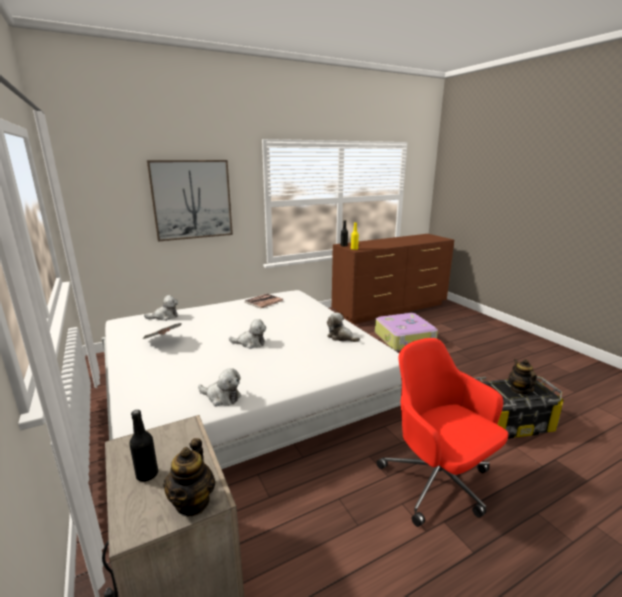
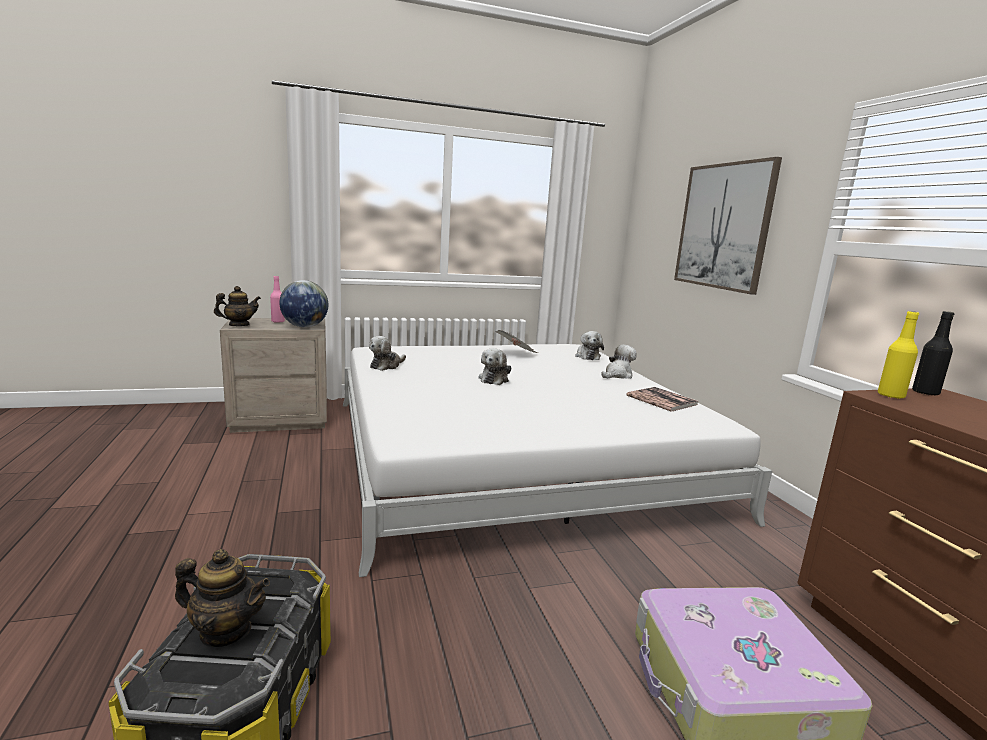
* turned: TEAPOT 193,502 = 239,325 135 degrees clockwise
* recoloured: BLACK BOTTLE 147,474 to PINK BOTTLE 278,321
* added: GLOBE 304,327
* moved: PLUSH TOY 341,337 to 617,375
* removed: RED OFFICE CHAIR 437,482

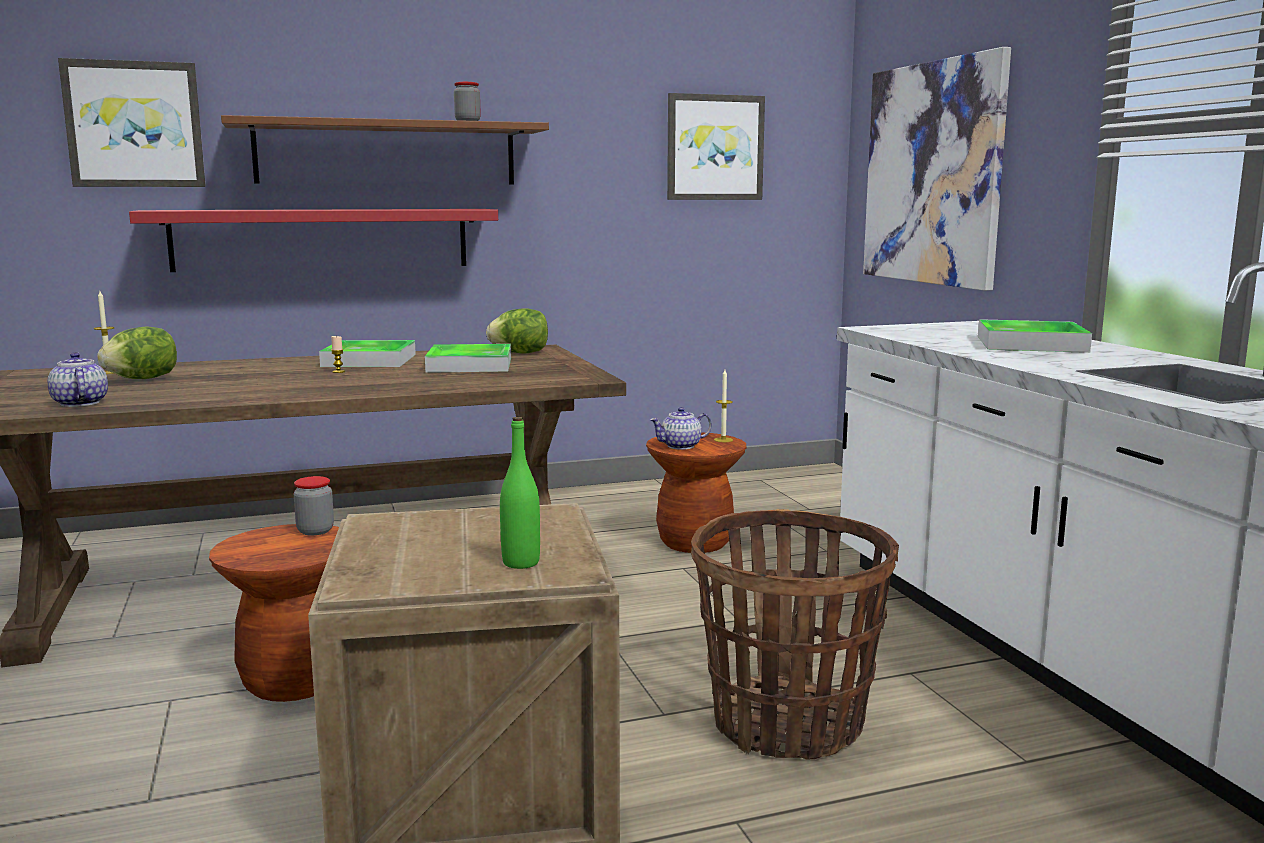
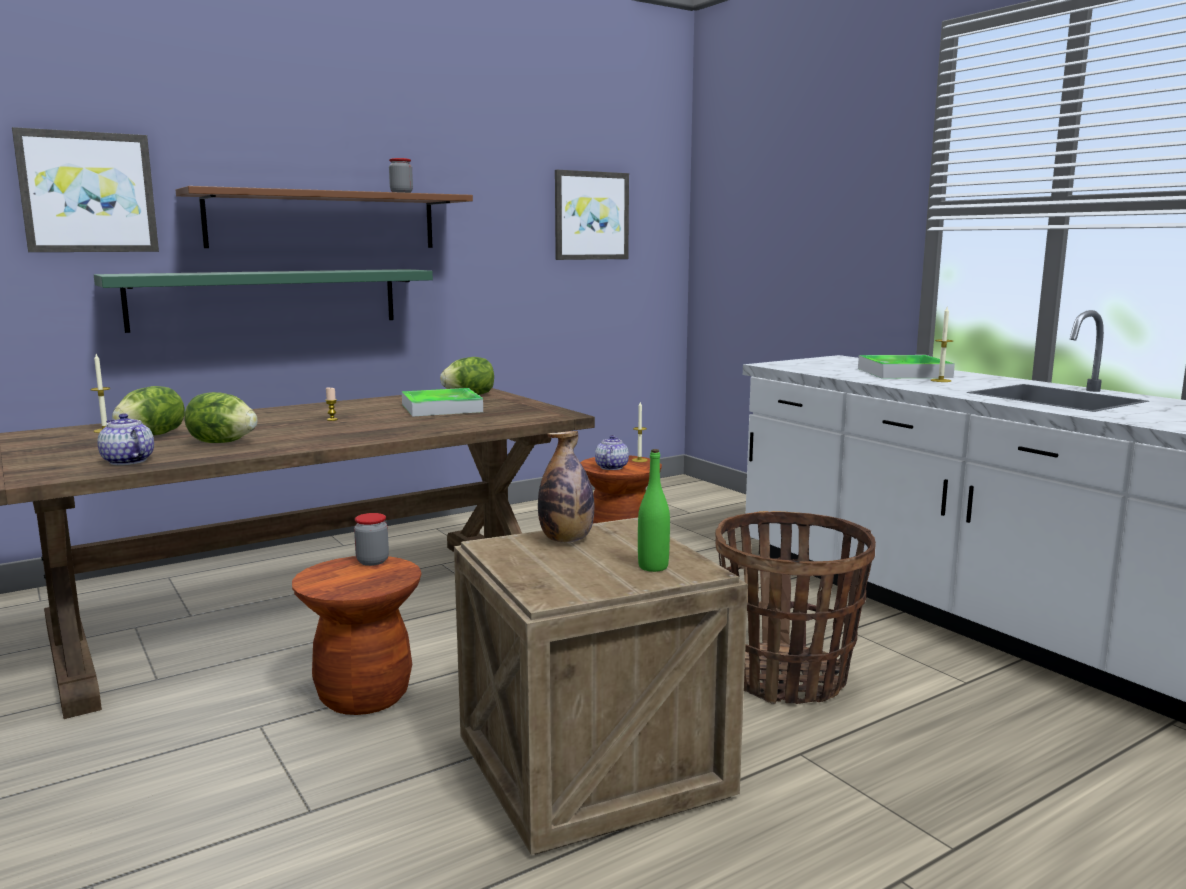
* recoloured: RED SHELF 322,239 to GREEN SHELF 267,298
* added: LETTUCE 222,443
* added: BOTTLE 566,540
* turned: TEAPOT 681,446 = 611,467 135 degrees clockwise
* added: CANDLE 940,380
* removed: TRAY 369,360
* removed: PICTURE 932,173

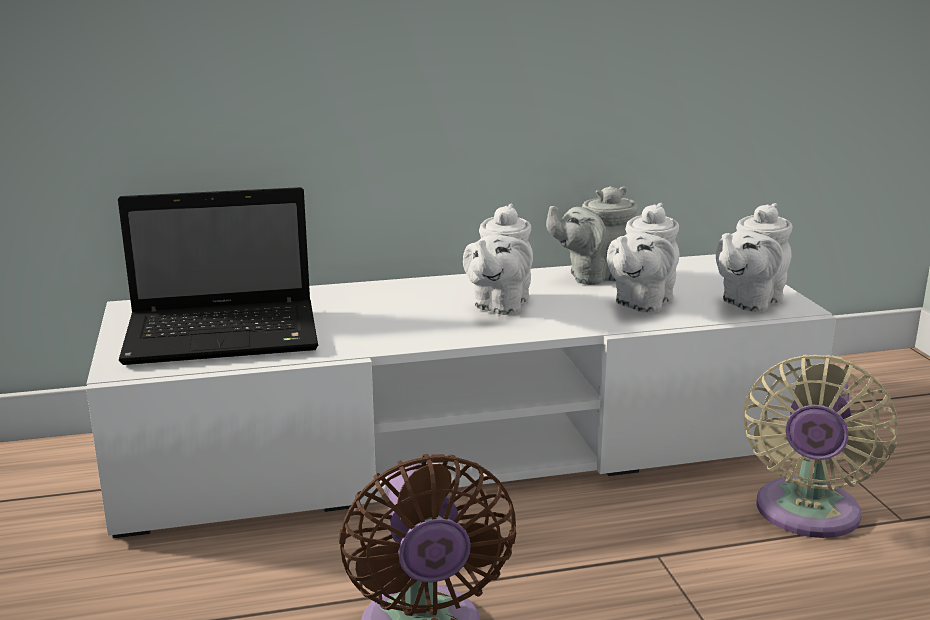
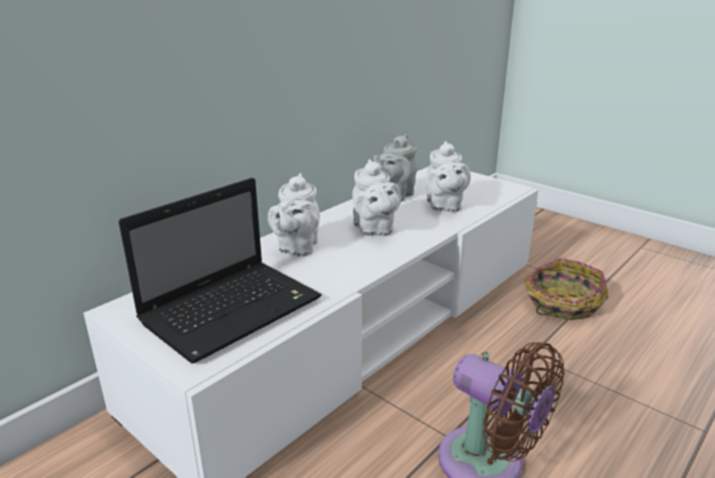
* moved: WHITE TEAPOT 748,302 to 297,248
* replaced: BEIGE FAN 806,515 to BASKET 562,303

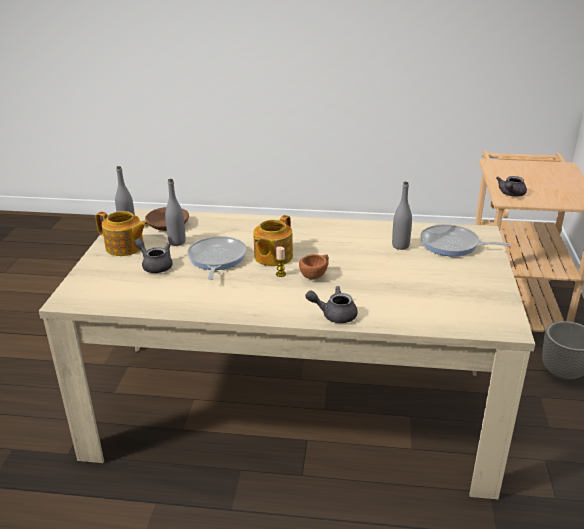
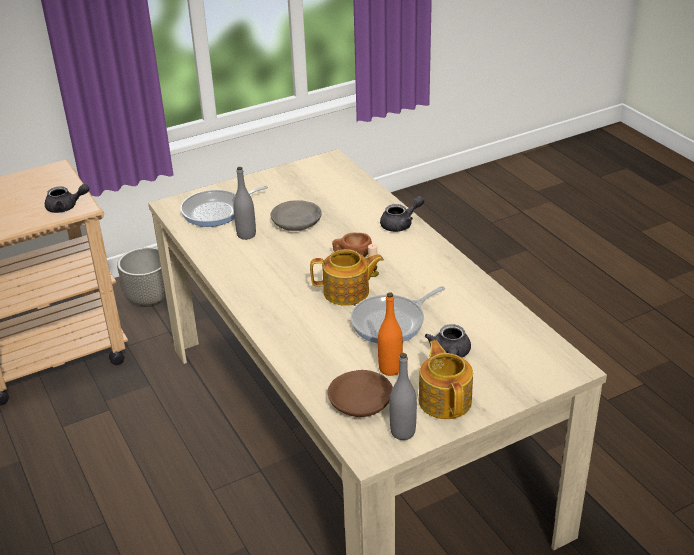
* turned: FRYING PAN 453,245 = 216,211 75 degrees clockwise
* added: GREY BOWL 297,223
* recoloured: GREY BOTTLE 177,242 to ORANGE BOTTLE 390,369
* turned: GREY TEAPOT 334,314 = 401,224 90 degrees counterclockwise

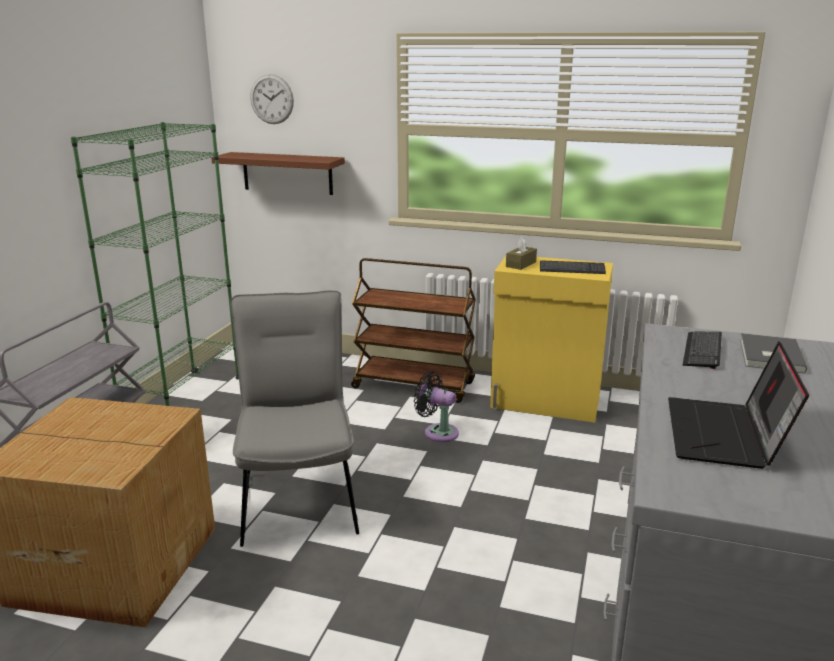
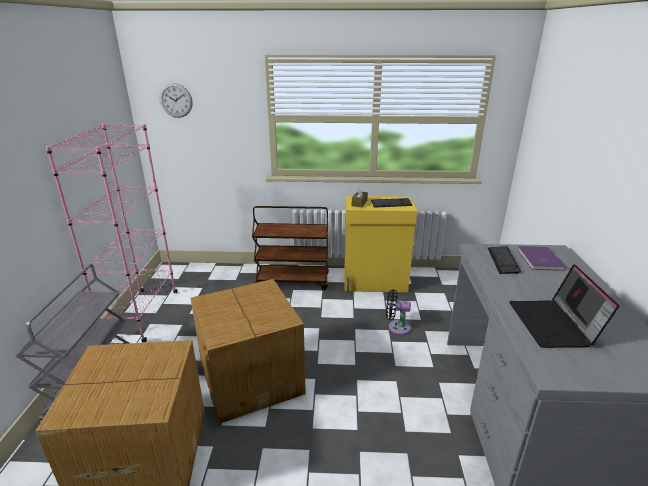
* recoloured: GREEN BOOKCASE 183,401 to PINK BOOKCASE 142,315
* replaced: GREY CHAIR 299,497 to CARDBOARD BOX 252,377
* moved: BLACK FAN 437,432 to 396,327
* recoloured: GREY BOOK 769,356 to PURPLE BOOK 539,260
* removed: BROWN SHELF 287,173

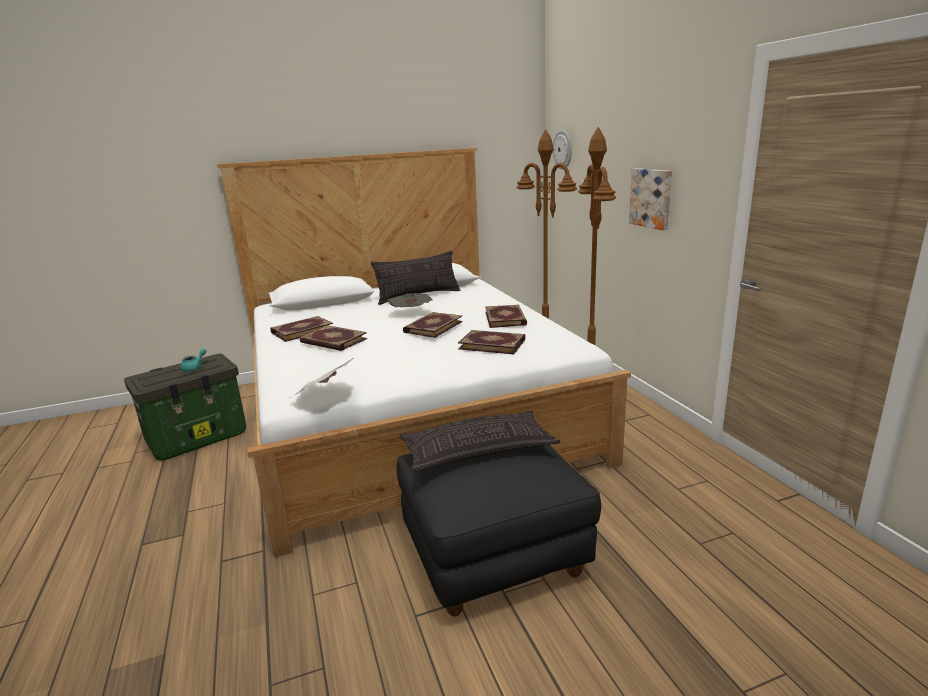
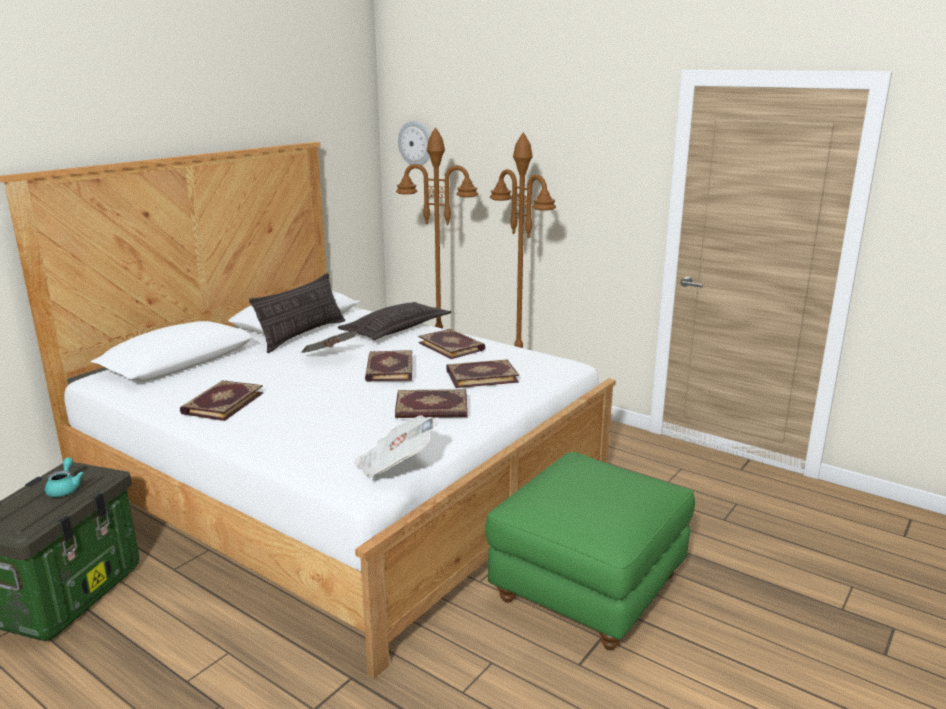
* moved: PILLOW 478,450 to 396,329
* moved: BOOK 333,341 to 431,408
* recoloured: BLACK OTTOMAN 494,555 to GREEN OTTOMAN 587,588
* removed: PICTURE 652,198

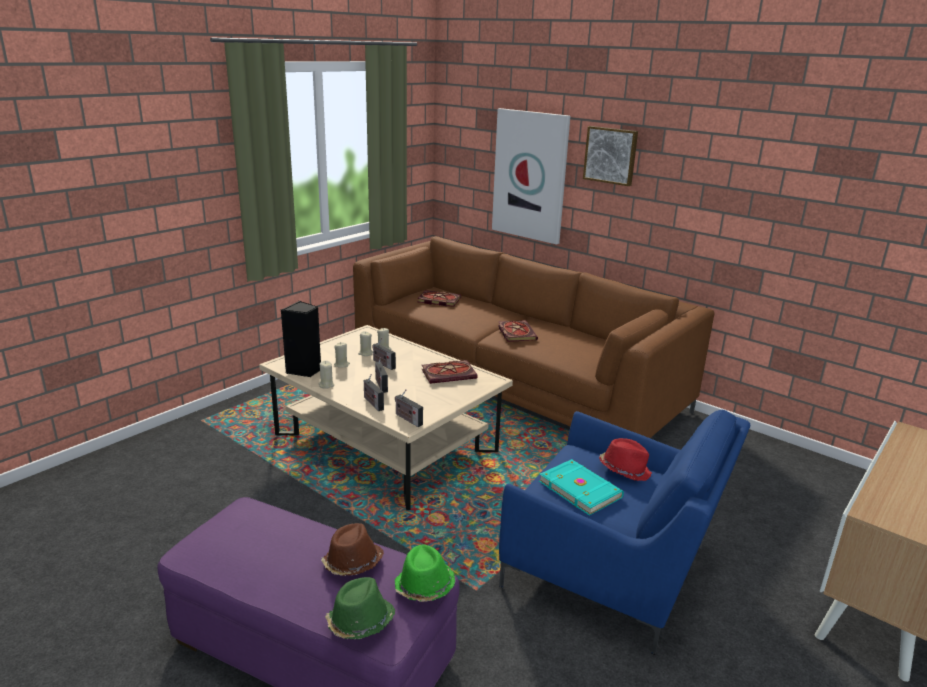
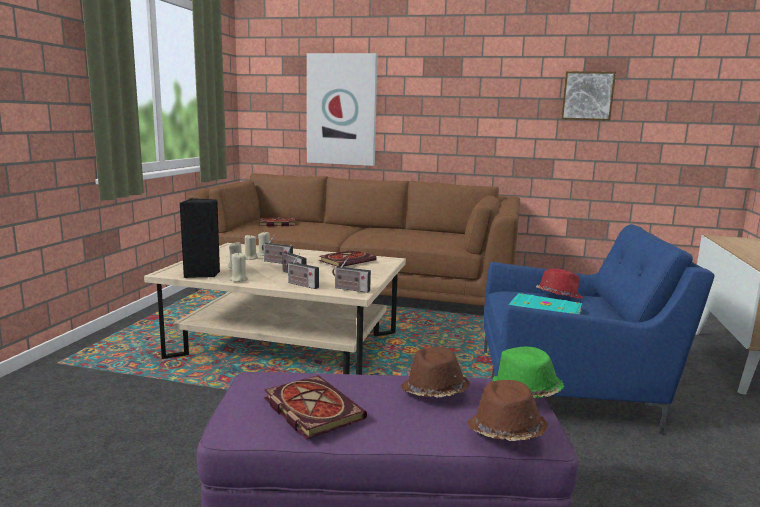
* moved: BOOK 515,332 to 310,408
* recoloured: GREEN HAT 359,622 to BROWN HAT 505,432
* moved: PICTURE 611,155 to 587,96

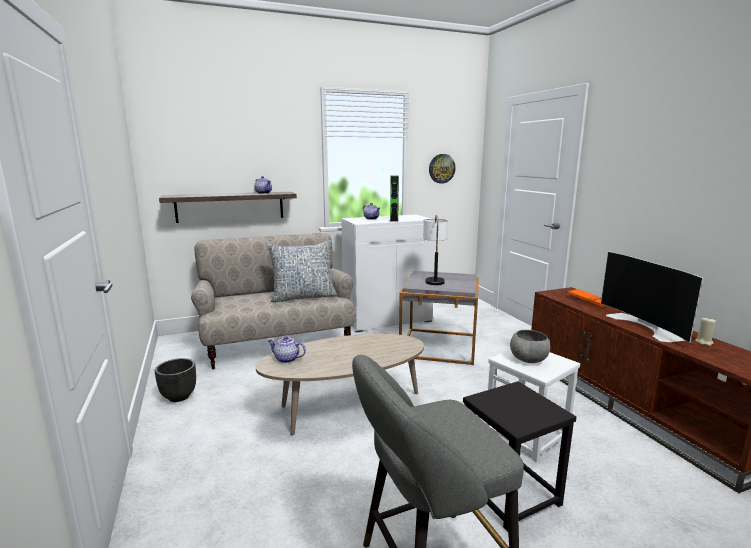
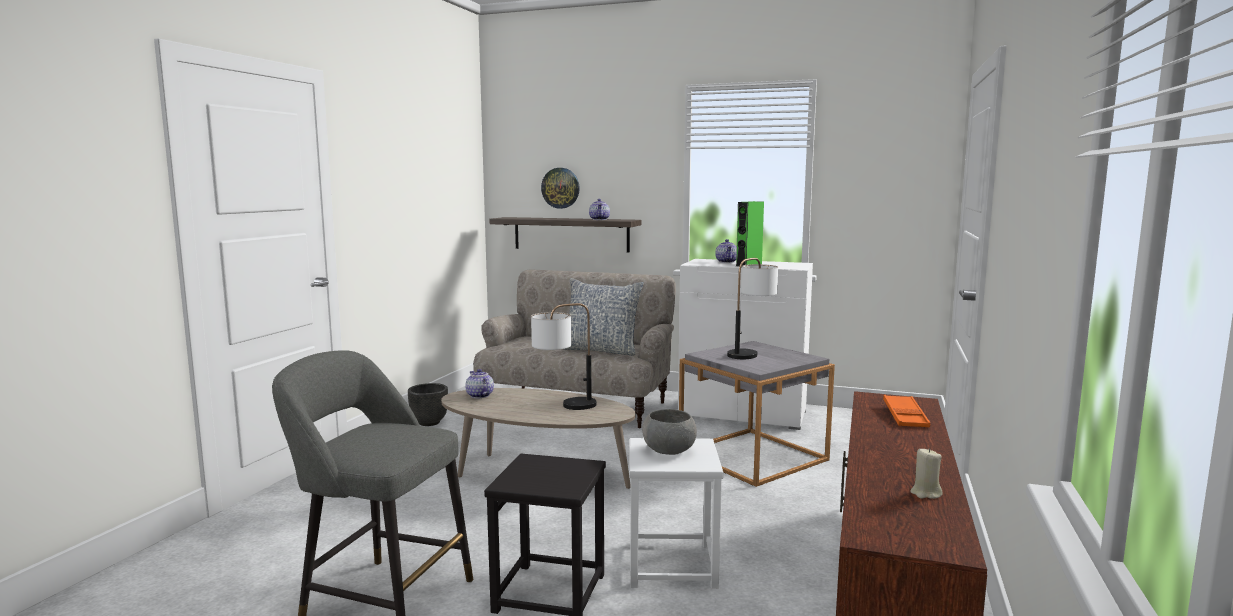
* added: TABLE LAMP 564,407
* moved: WALL CLOCK 441,168 to 560,188
* removed: TELEVISION 646,326

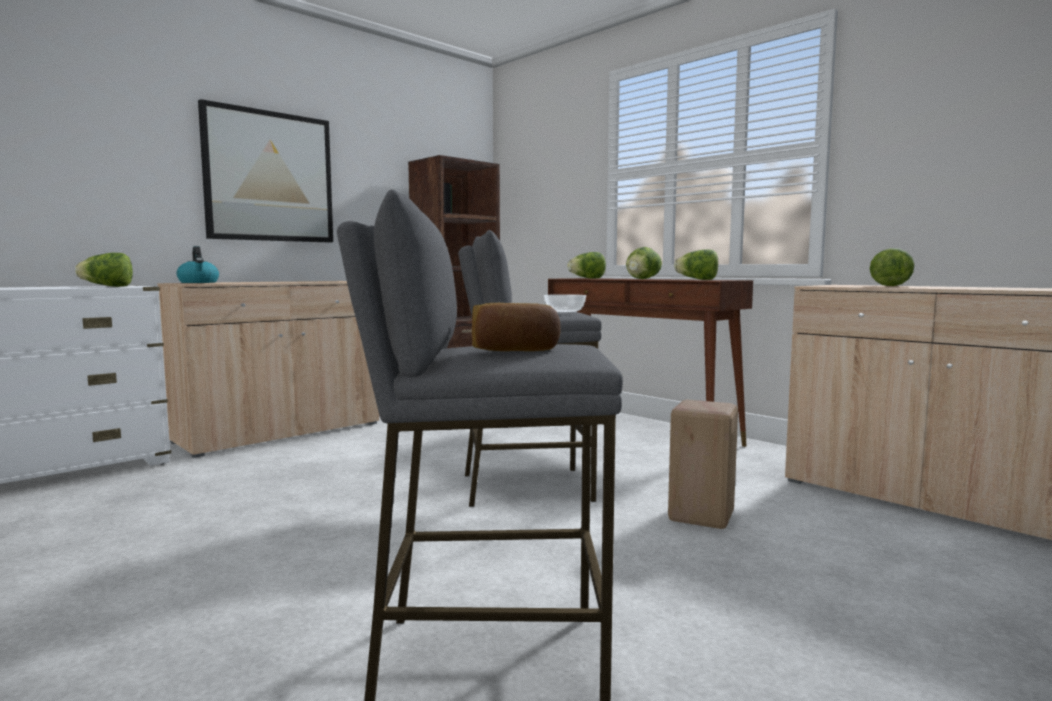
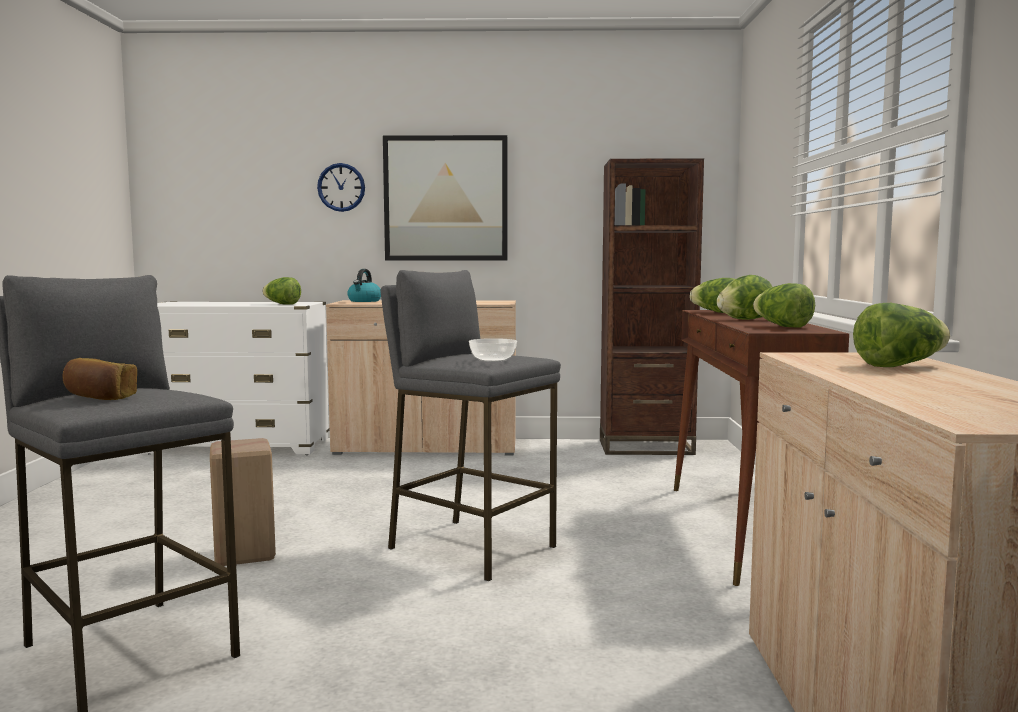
* moved: BEIGE STOOL 703,516 to 246,555
* added: WALL CLOCK 341,187

